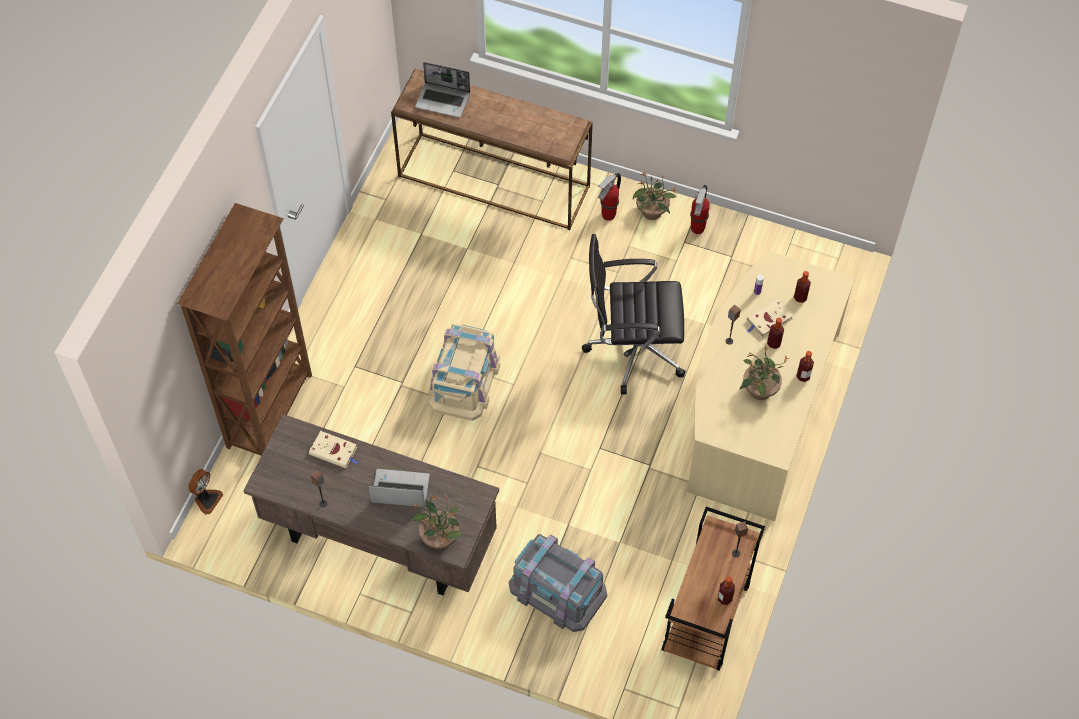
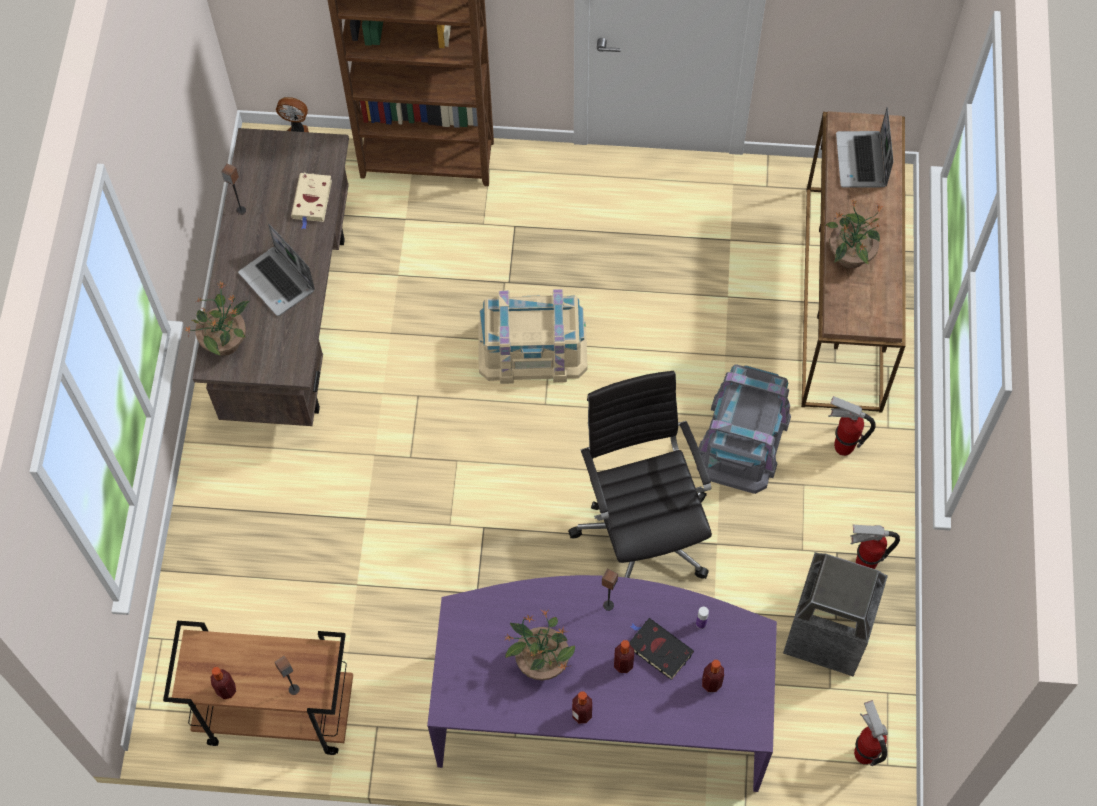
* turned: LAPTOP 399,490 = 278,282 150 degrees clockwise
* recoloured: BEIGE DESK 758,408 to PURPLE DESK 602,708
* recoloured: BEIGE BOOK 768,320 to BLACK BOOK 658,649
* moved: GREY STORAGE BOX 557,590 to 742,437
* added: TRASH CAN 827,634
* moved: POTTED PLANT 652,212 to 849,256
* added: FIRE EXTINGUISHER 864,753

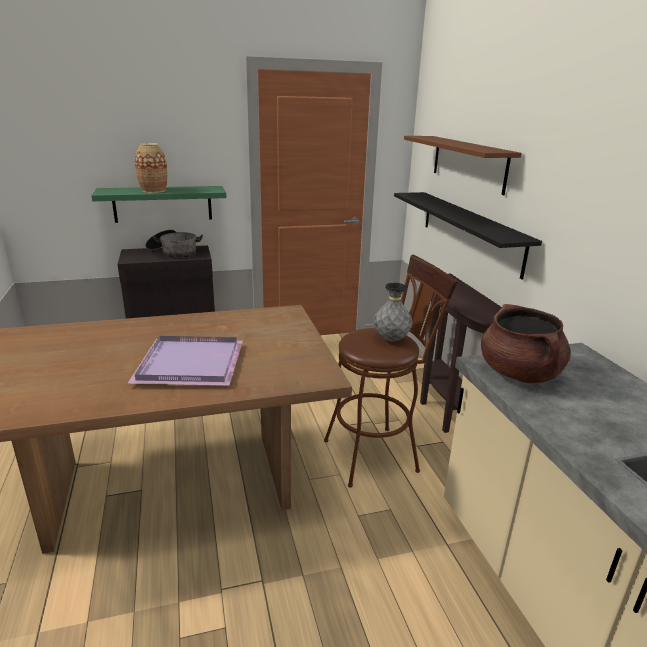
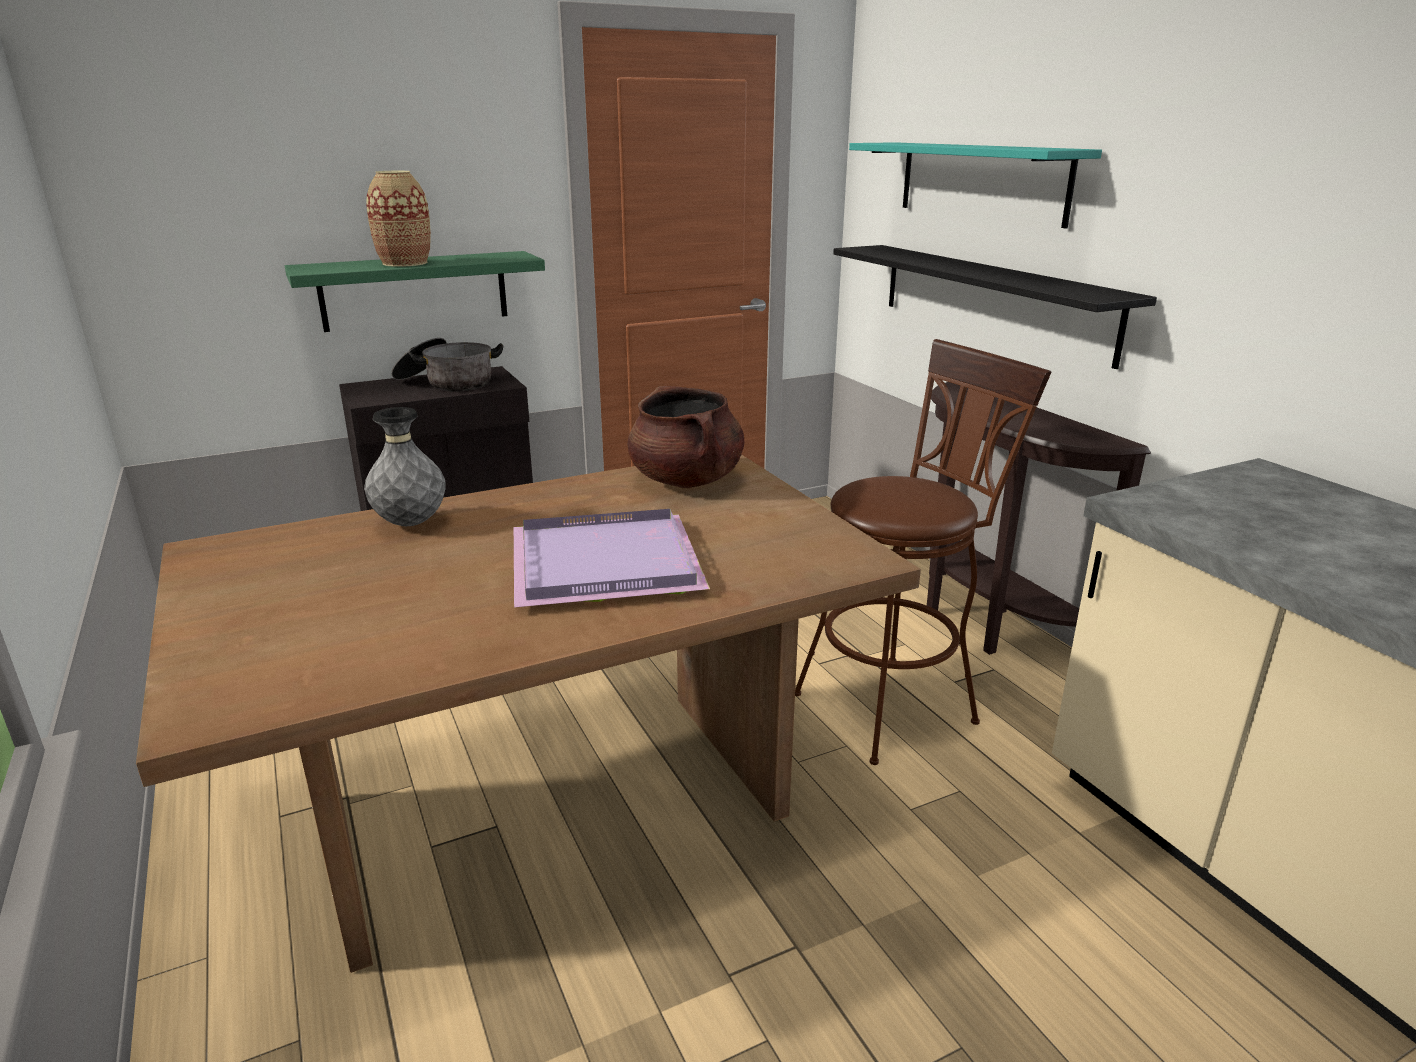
* moved: GREY VASE 391,339 to 410,523
* moved: BROWN COOKING POT 519,373 to 687,480
* recoloured: BROWN SHELF 468,163 to TURQUOISE SHELF 981,181

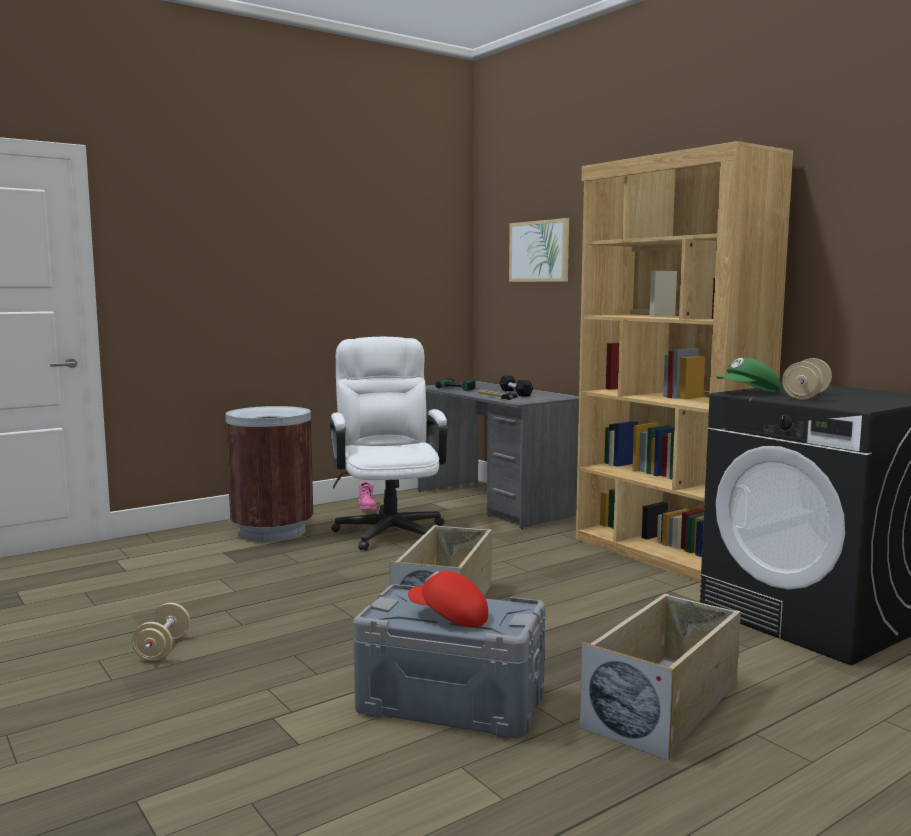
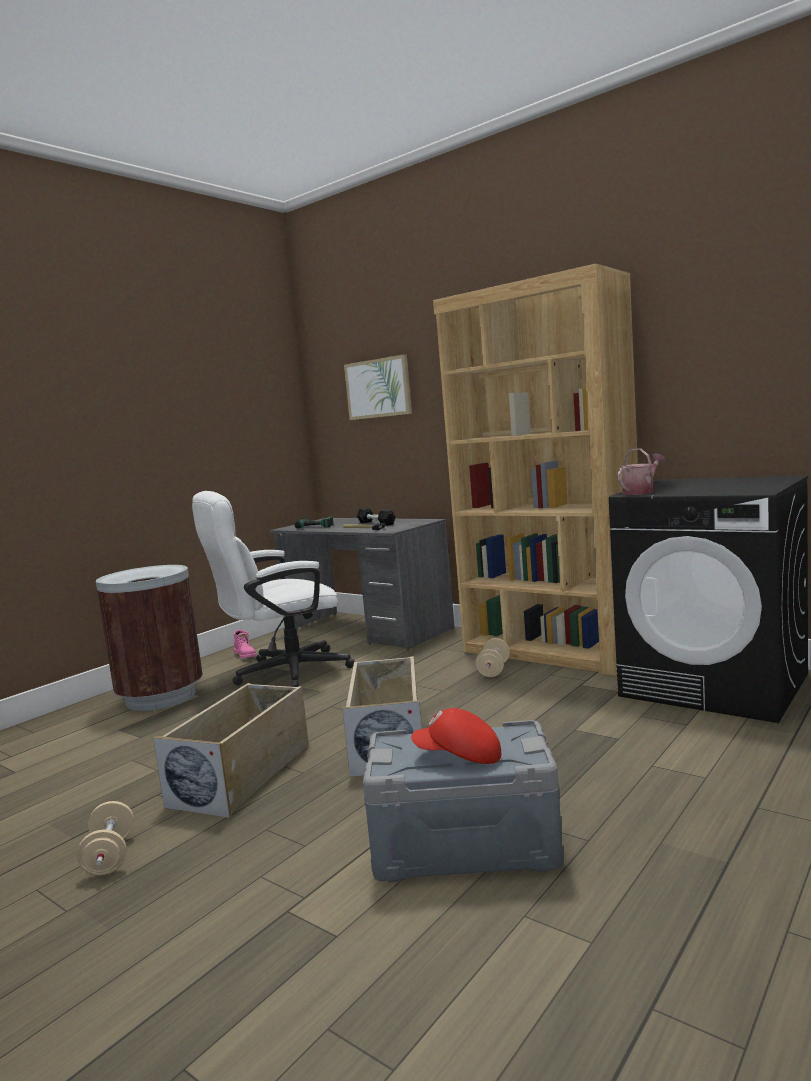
* moved: BEIGE STORAGE BOX 663,705 to 243,774
* turned: WHITE OFFICE CHAIR 389,529 = 281,673 90 degrees counterclockwise
* moved: BEIGE DUMBBELL 806,396 to 494,670
* replaced: GREEN CAP 748,393 to WATERING CAN 641,492

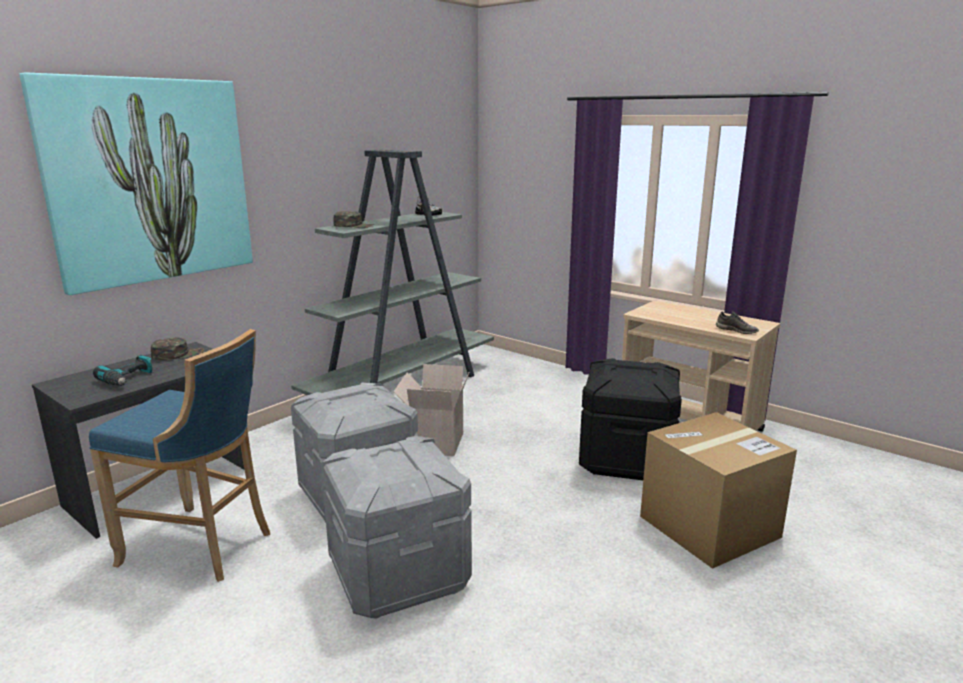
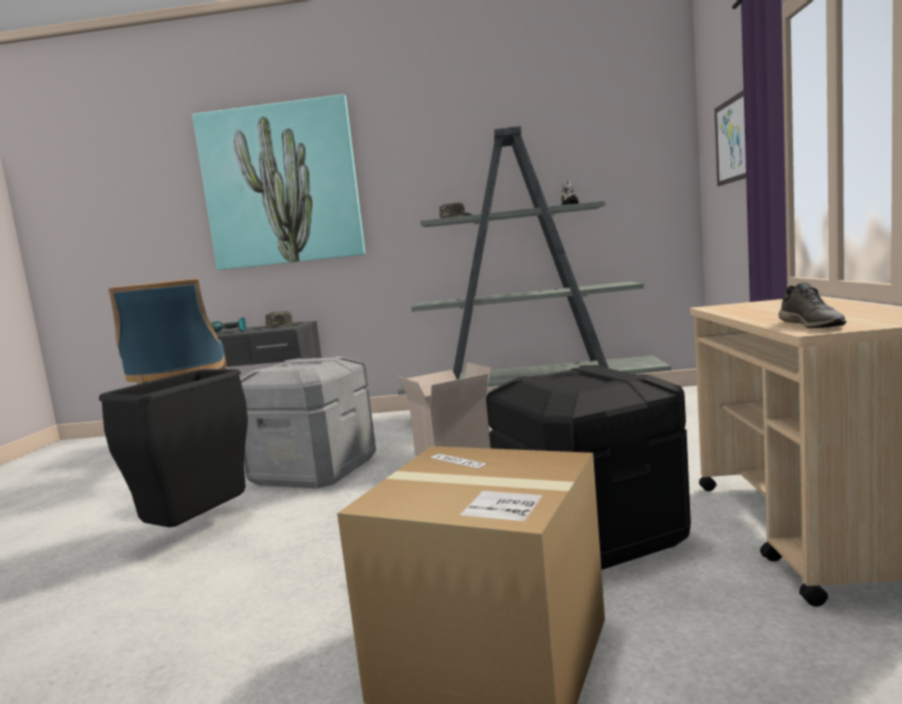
* replaced: GREY STORAGE BOX 398,574 to BLACK TRASH CAN 198,529
* added: PICTURE 732,140

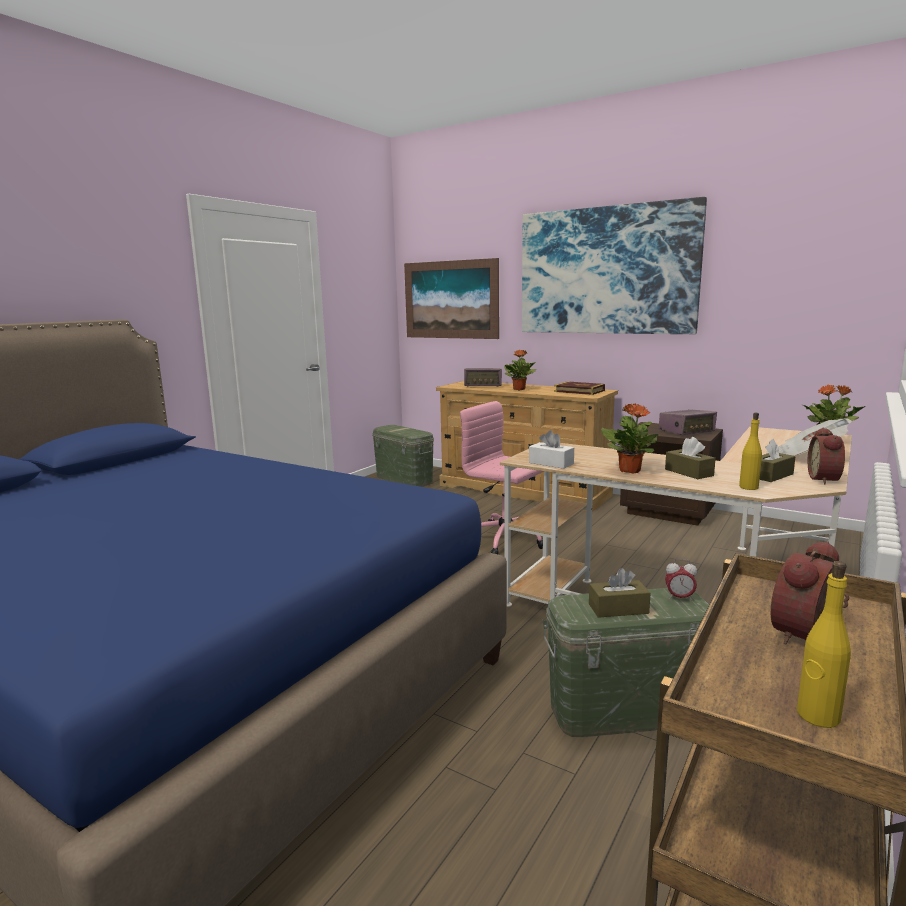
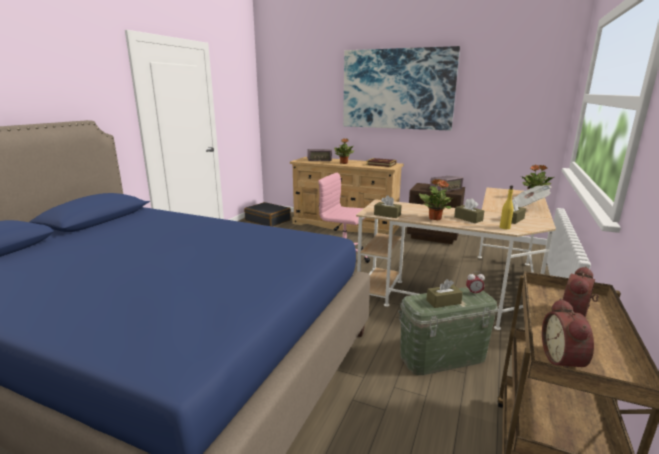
* replaced: GREEN STORAGE BOX 404,479 to BLACK SUITCASE 268,220
* recoloured: WHITE TISSUE BOX 551,463 to BROWN TISSUE BOX 387,215
* moved: ALARM CLOCK 826,479 to 564,360
* removed: PICTURE 450,300
* removed: YELLOW BOTTLE 817,716

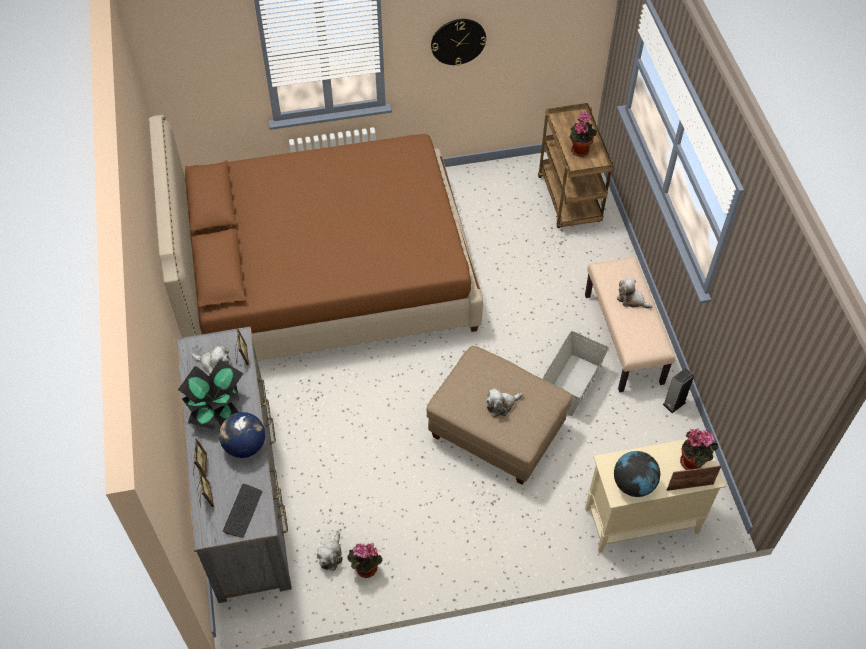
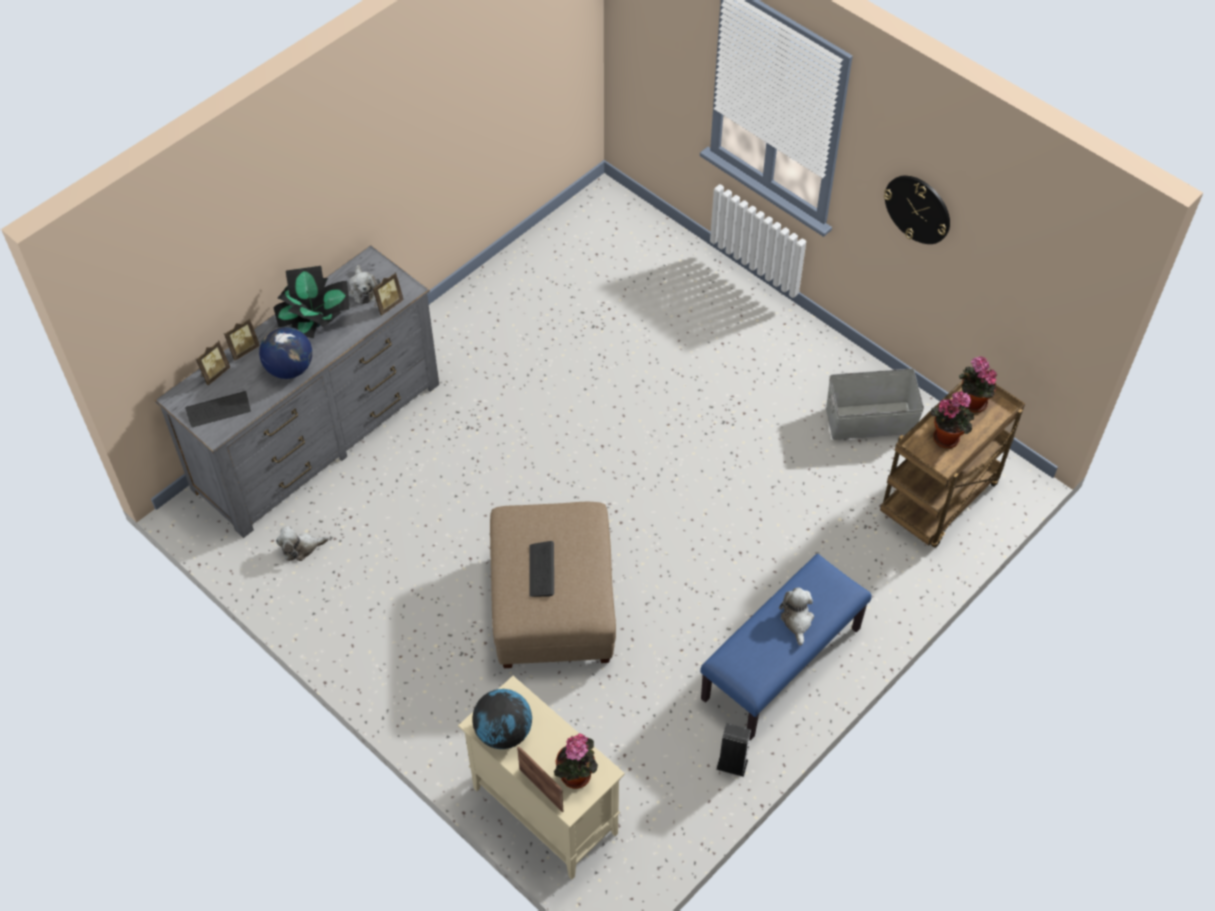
* replaced: PLUSH TOY 501,405 to KEYBOARD 541,570
* recoloured: BEIGE BENCH 624,339 to BLUE BENCH 781,665
* moved: GREY STORAGE BOX 572,384 to 870,421
* moved: POTTED PLANT 365,569 to 971,402
* removed: BROWN BED 325,276

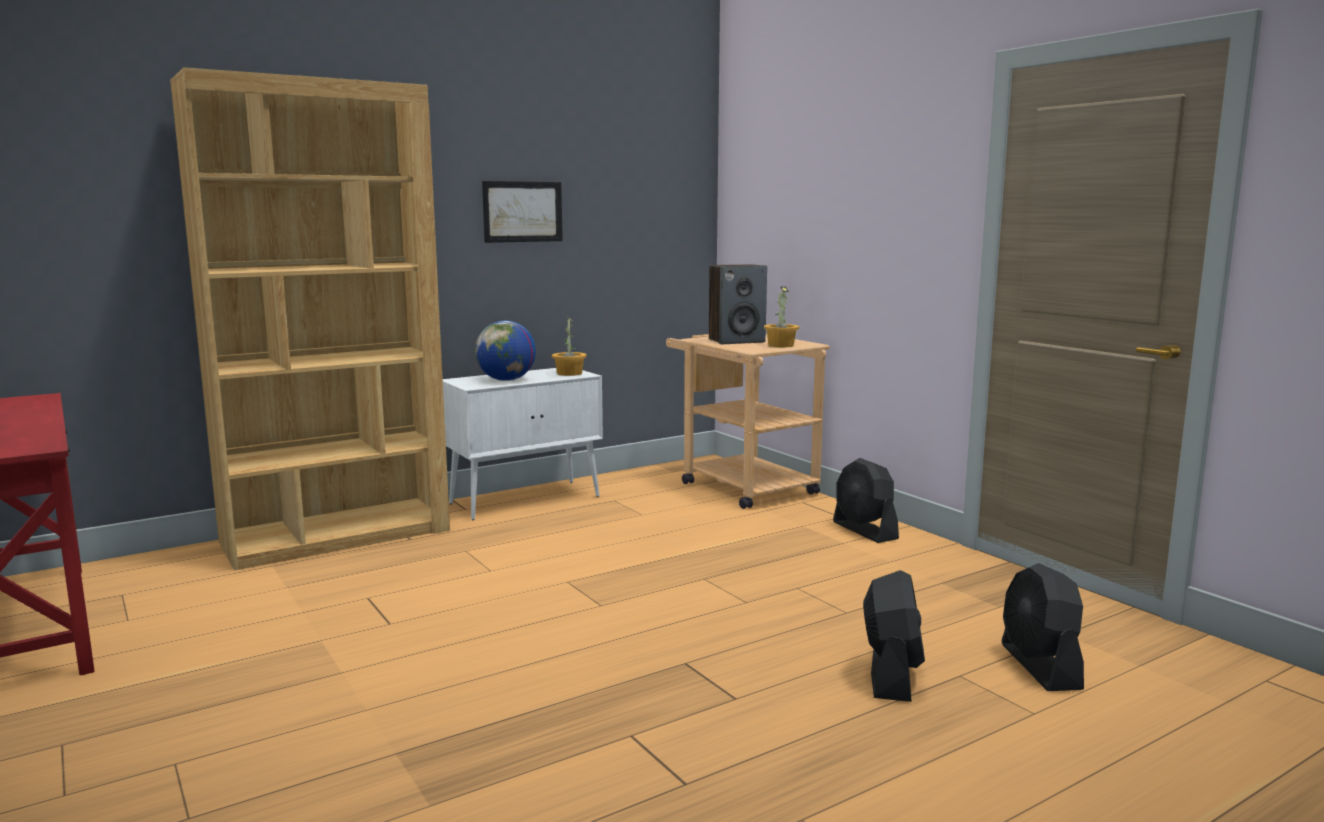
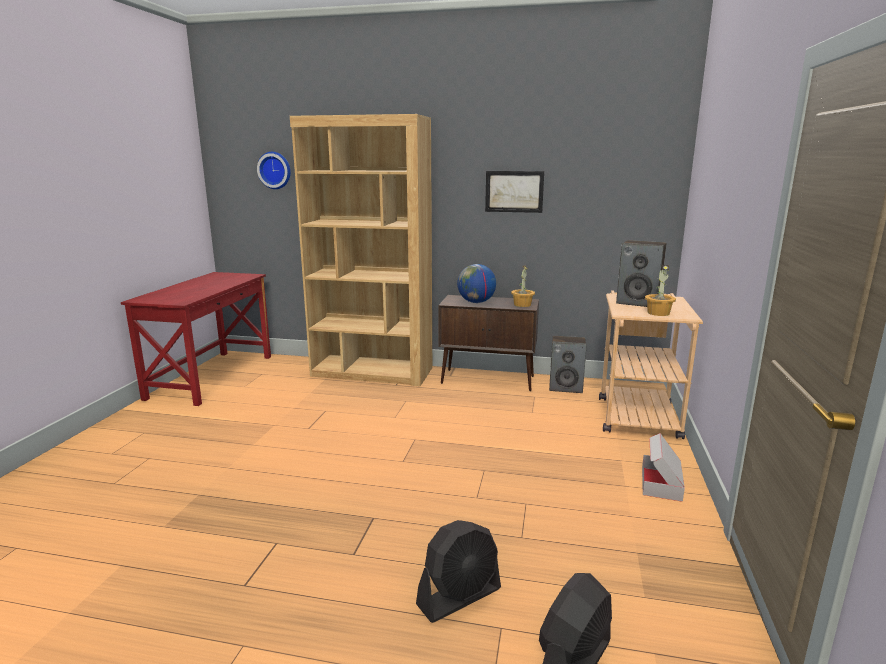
* added: WALL CLOCK 275,170
* recoloured: WHITE CABINET 526,499 to BROWN CABINET 488,380
* added: SPEAKER 566,387
* replaced: BLACK FAN 864,530 to CARDBOARD BOX 661,483

